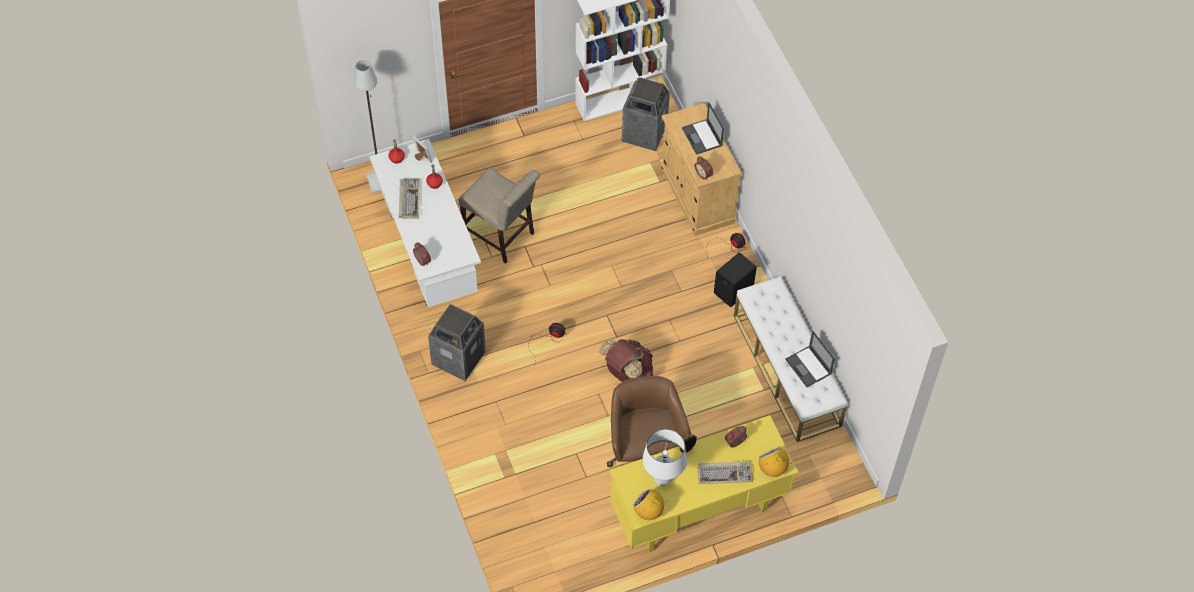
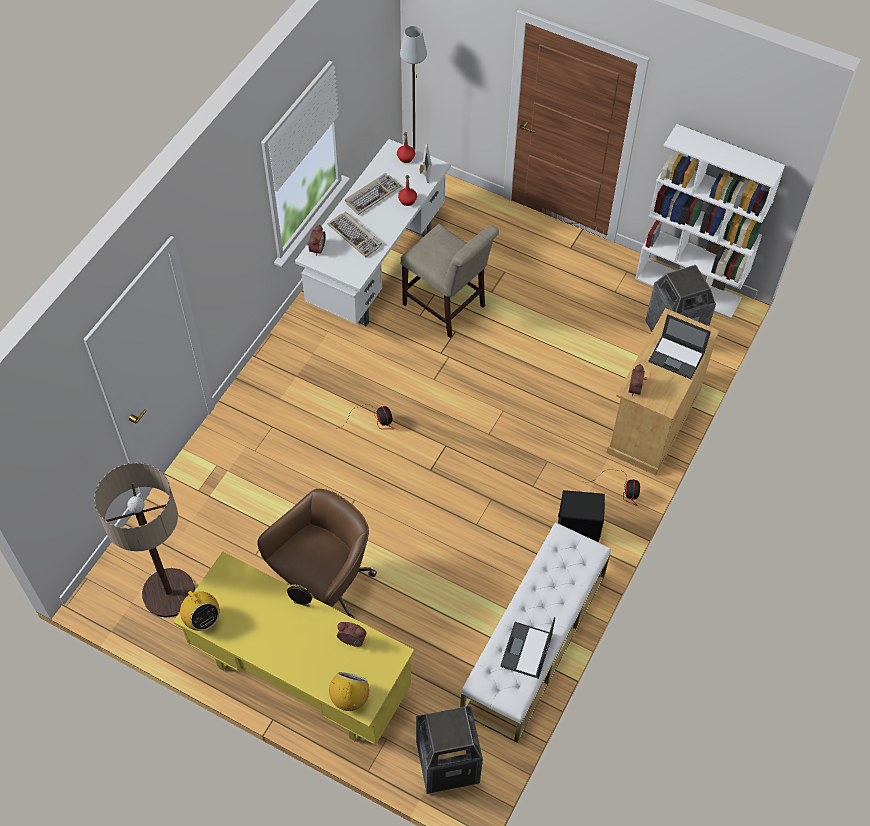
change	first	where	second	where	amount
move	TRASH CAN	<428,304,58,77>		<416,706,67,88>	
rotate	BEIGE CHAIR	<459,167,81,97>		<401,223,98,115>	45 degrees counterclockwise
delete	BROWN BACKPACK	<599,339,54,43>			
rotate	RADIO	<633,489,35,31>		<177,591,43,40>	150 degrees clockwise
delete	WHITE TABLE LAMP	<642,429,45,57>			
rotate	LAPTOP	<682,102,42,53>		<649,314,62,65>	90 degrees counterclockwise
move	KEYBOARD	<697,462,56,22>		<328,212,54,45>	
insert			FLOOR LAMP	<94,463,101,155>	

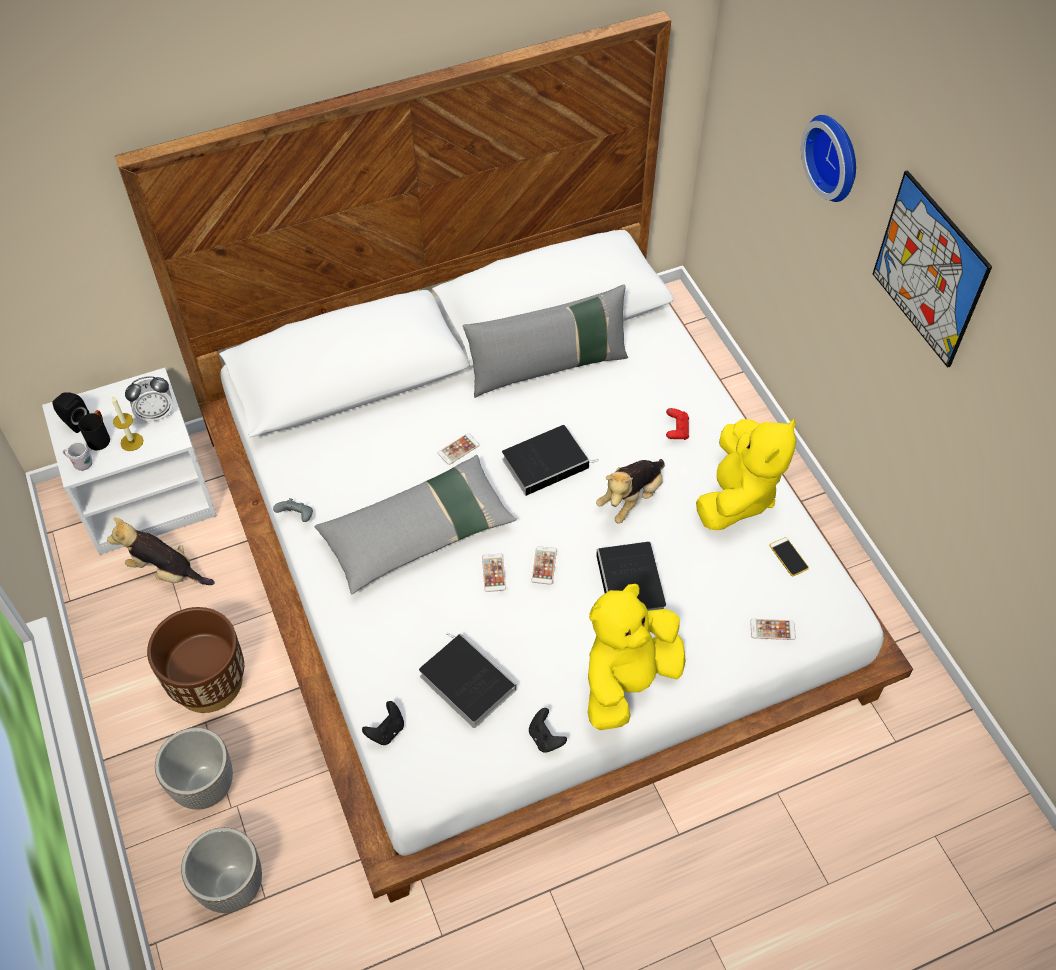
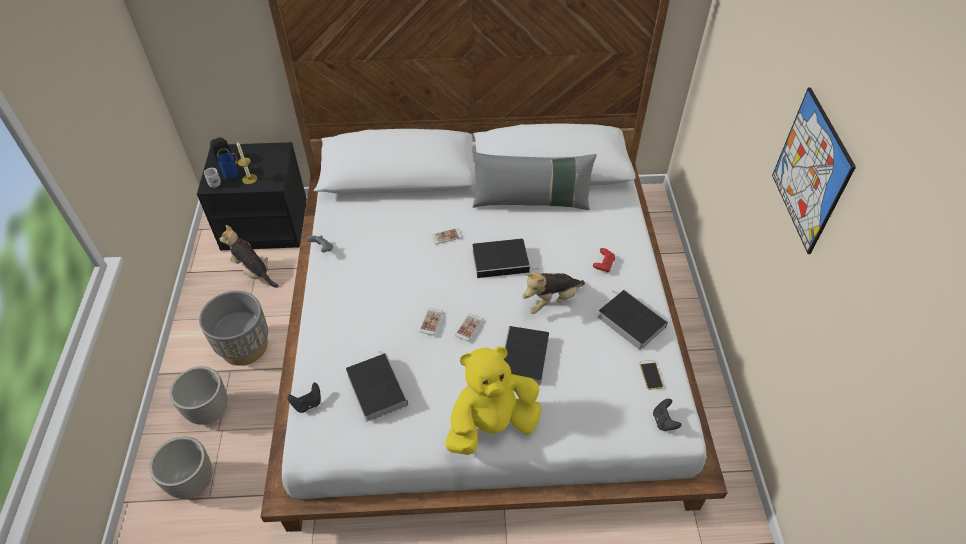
change	first	where	second	where	amount
recolor	WHITE NIGHTSTAND	<42,368,175,187>	BLACK NIGHTSTAND	<197,142,110,109>	
recolor	BLACK MUG	<78,410,32,40>	BLUE MUG	<217,153,22,26>	
delete	ALARM CLOCK	<125,376,48,47>			
recolor	BROWN PLANTER	<147,607,97,106>	GREY PLANTER	<199,291,69,75>	
delete	GREY PILLOW	<314,455,203,139>			
move	BLACK GAME CONTROLLER	<529,708,38,45>		<653,399,28,32>	
replace	YELLOW PLUSH TOY	<696,418,101,112>	BOOK	<598,290,70,60>	
delete	PHONE	<750,619,46,21>			
delete	WALL CLOCK	<801,115,55,87>			

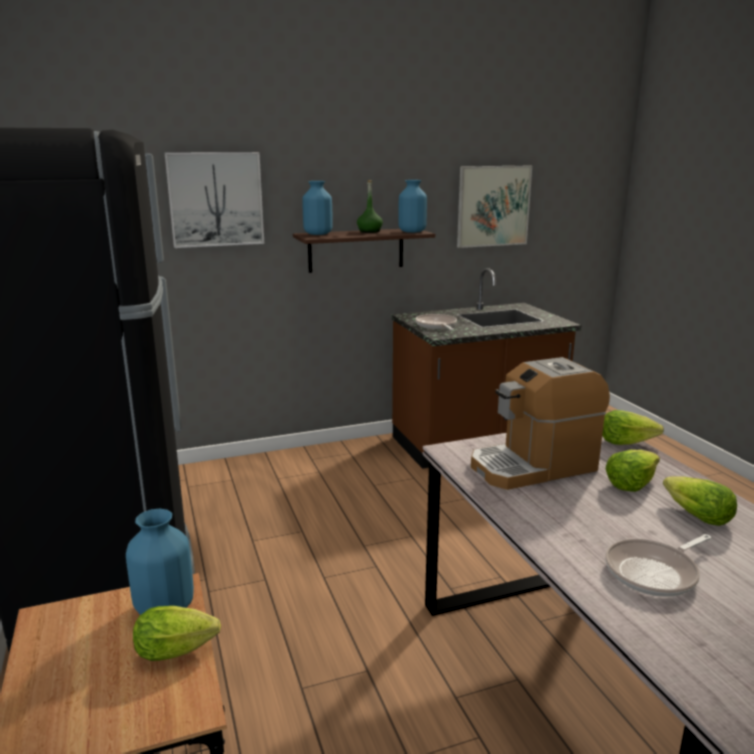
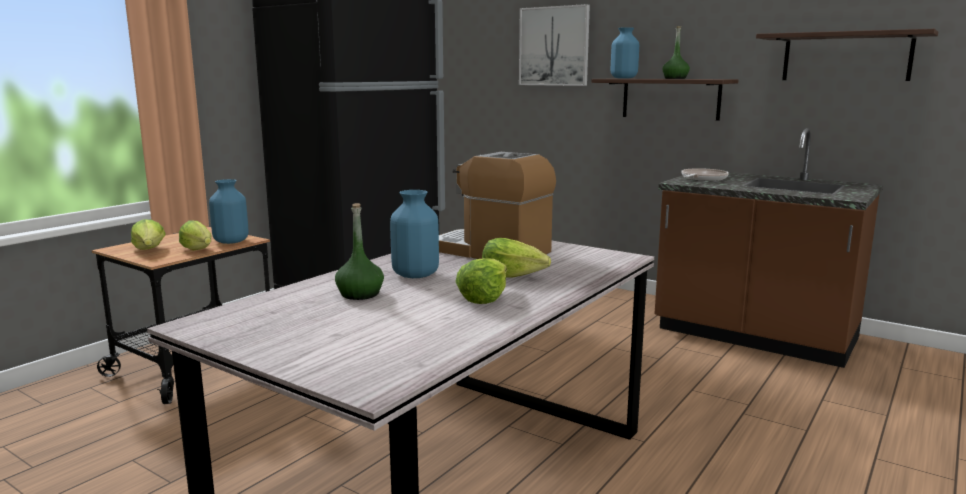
change	first	where	second	where	amount
move	BLUE VASE	<398,180,29,53>		<390,190,49,88>	
replace	PICTURE	<457,166,75,82>	SHELF	<756,29,182,52>	
move	LETTUCE	<602,410,62,35>		<131,219,35,31>	
replace	FRYING PAN	<605,534,106,63>	GREEN BOTTLE	<335,203,49,97>	

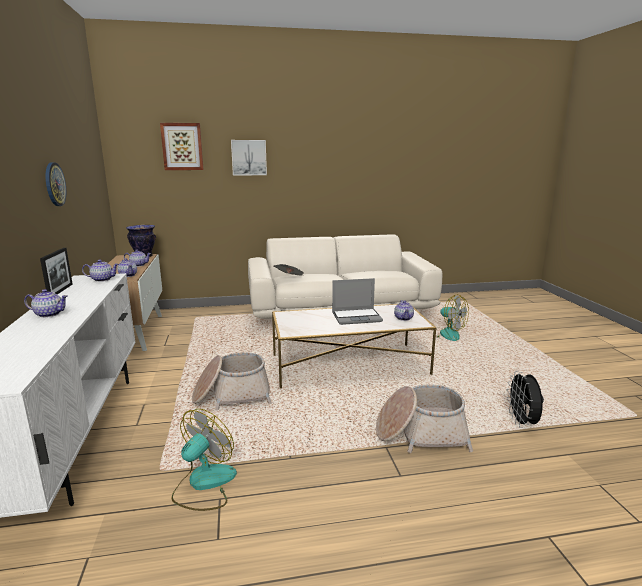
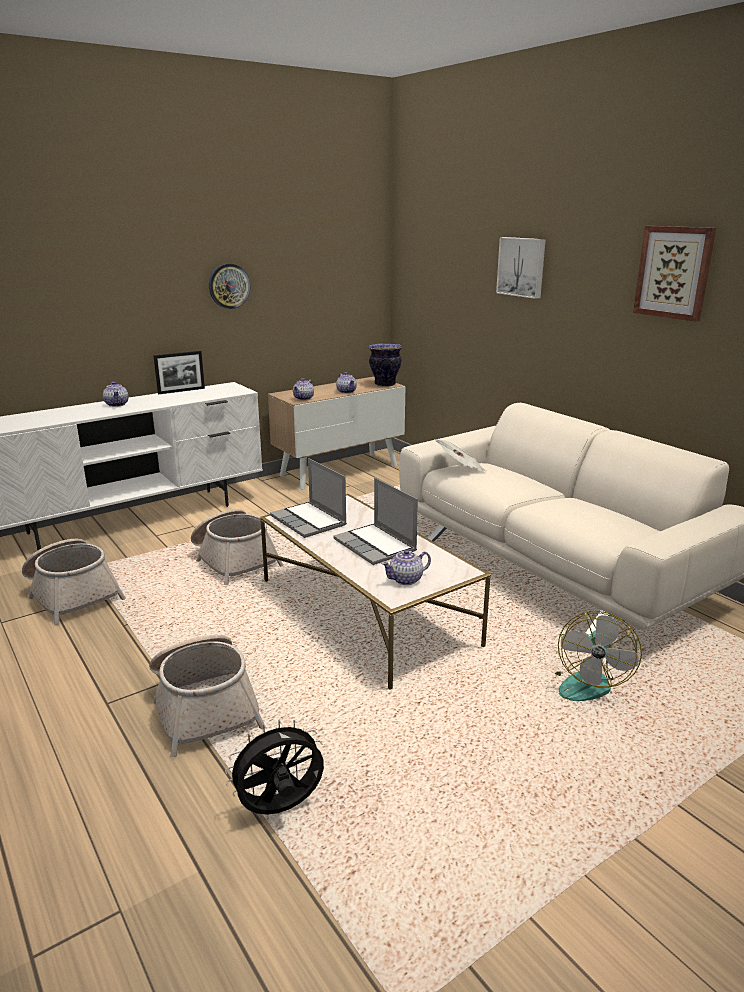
change	first	where	second	where	amount
delete	TEAPOT	<82,260,37,22>			
move	PICTURE	<160,123,43,47>		<633,226,83,96>	
replace	FAN	<171,409,66,102>	BASKET	<22,539,104,86>	
insert			LAPTOP	<270,458,77,80>	

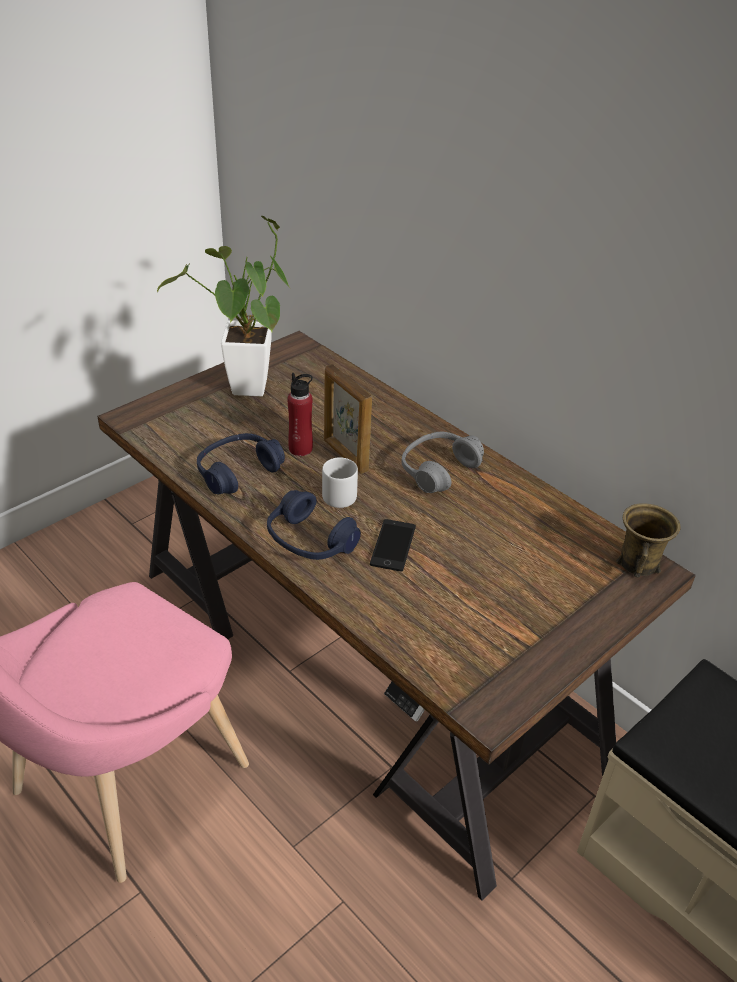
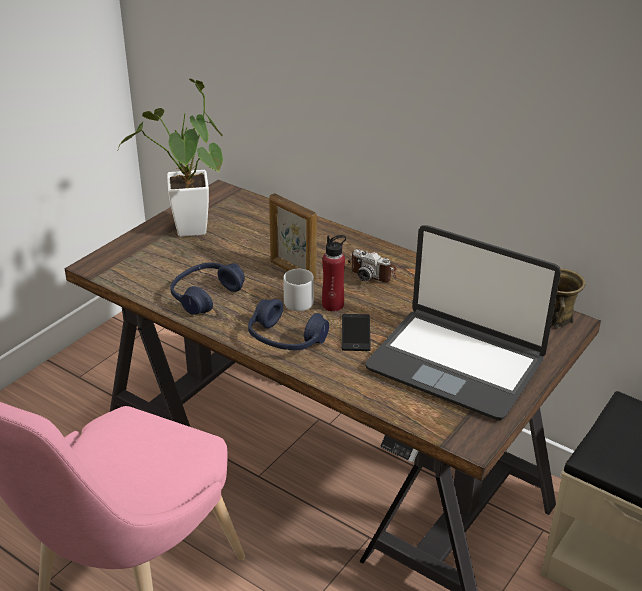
change	first	where	second	where	amount
move	RED BOTTLE	<287,373,26,83>		<322,235,24,76>	
replace	GREY HEADPHONES	<402,432,82,61>	PHOTO CAMERA	<348,249,49,33>	
insert			LAPTOP	<365,225,196,195>	

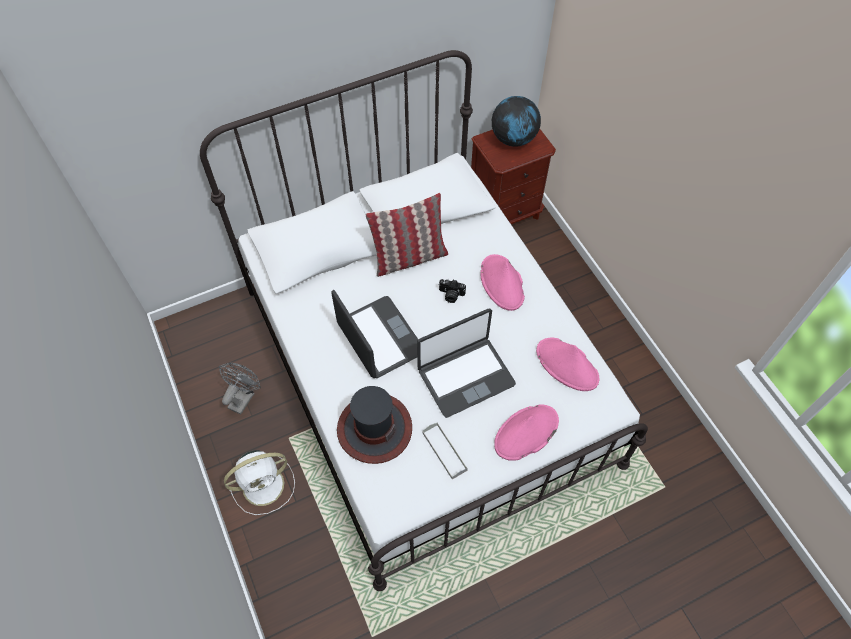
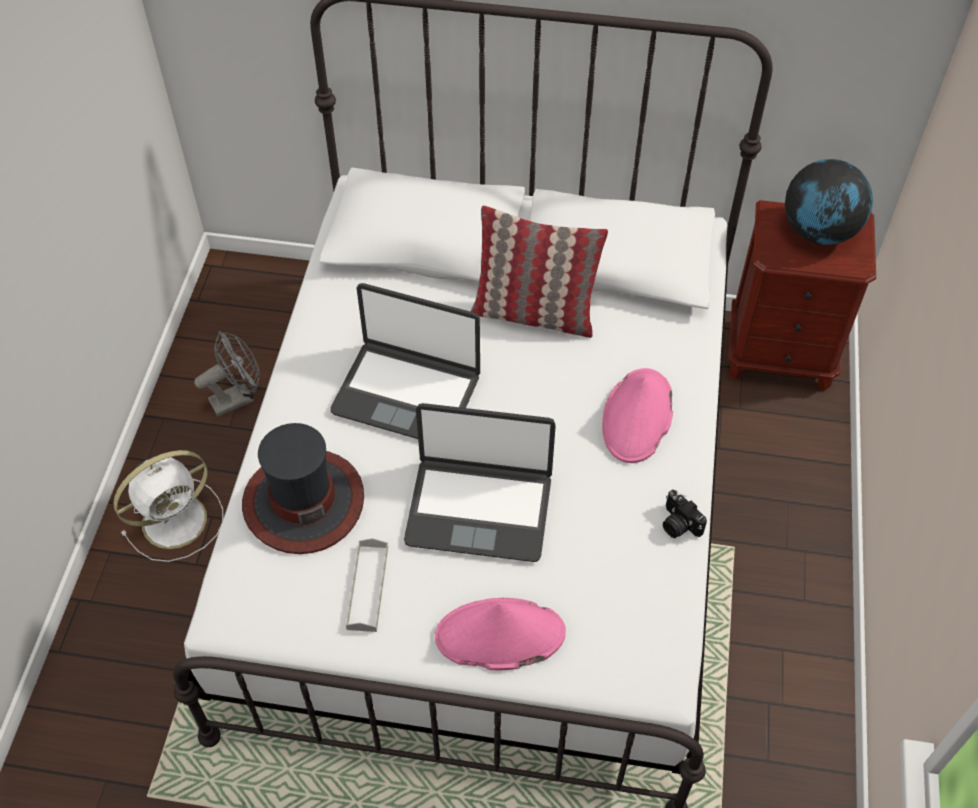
change	first	where	second	where	amount
rotate	WHITE FAN	<224,450,71,65>		<114,450,109,112>	45 degrees counterclockwise
rotate	LAPTOP	<331,290,87,88>		<330,283,150,156>	105 degrees clockwise
move	PHOTO CAMERA	<439,279,27,24>		<663,490,44,48>	
delete	PINK HAT	<536,337,63,54>			

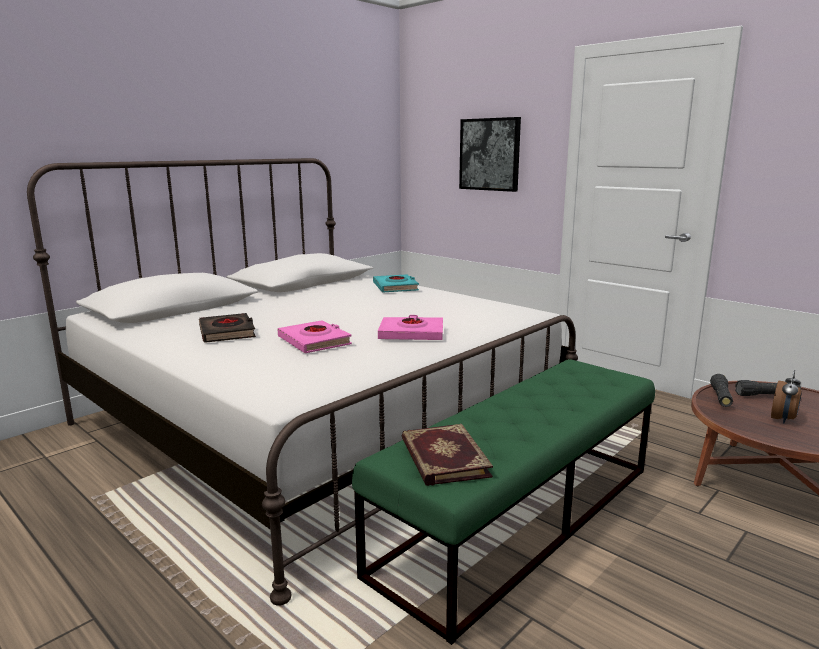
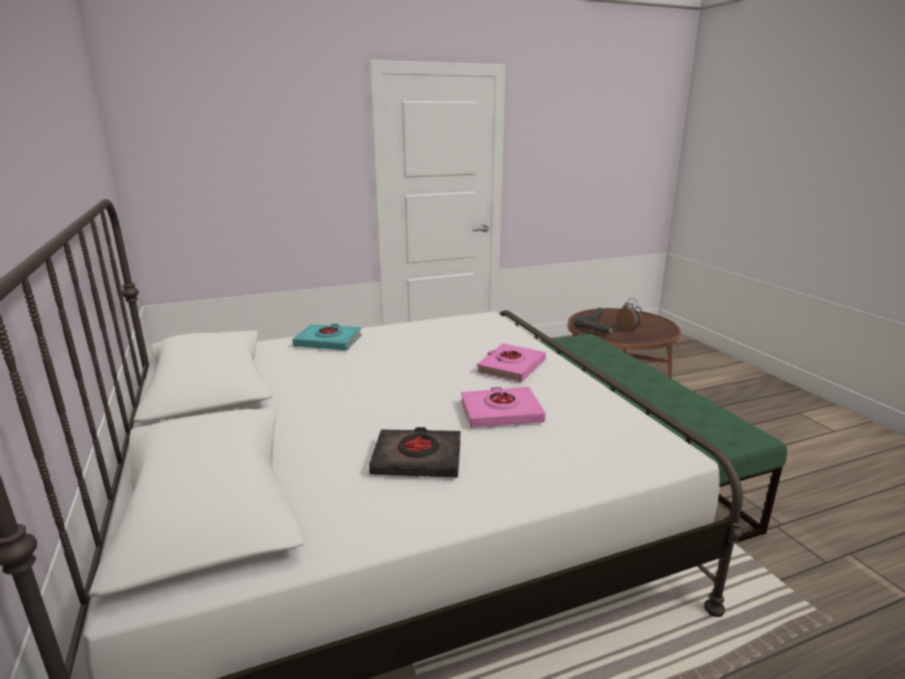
change	first	where	second	where	amount
delete	BOOK	<402,424,91,62>			
delete	PICTURE	<459,117,62,75>			

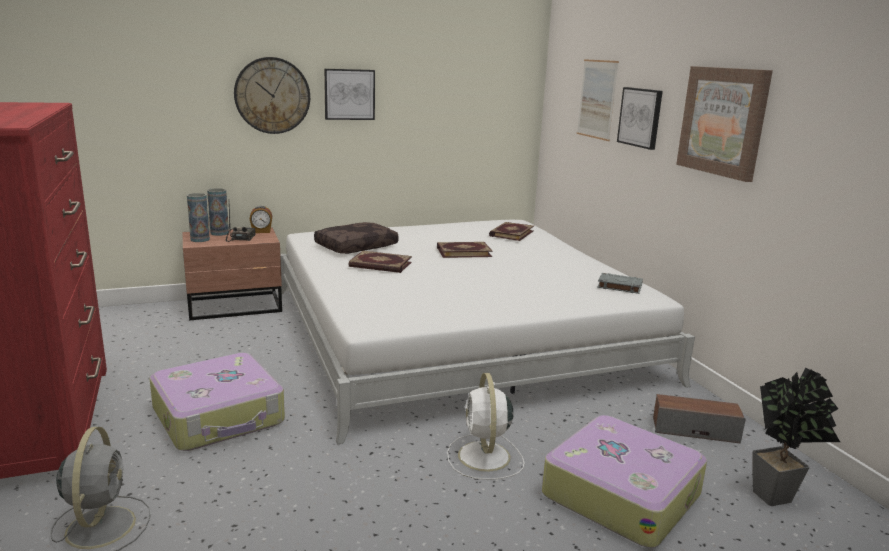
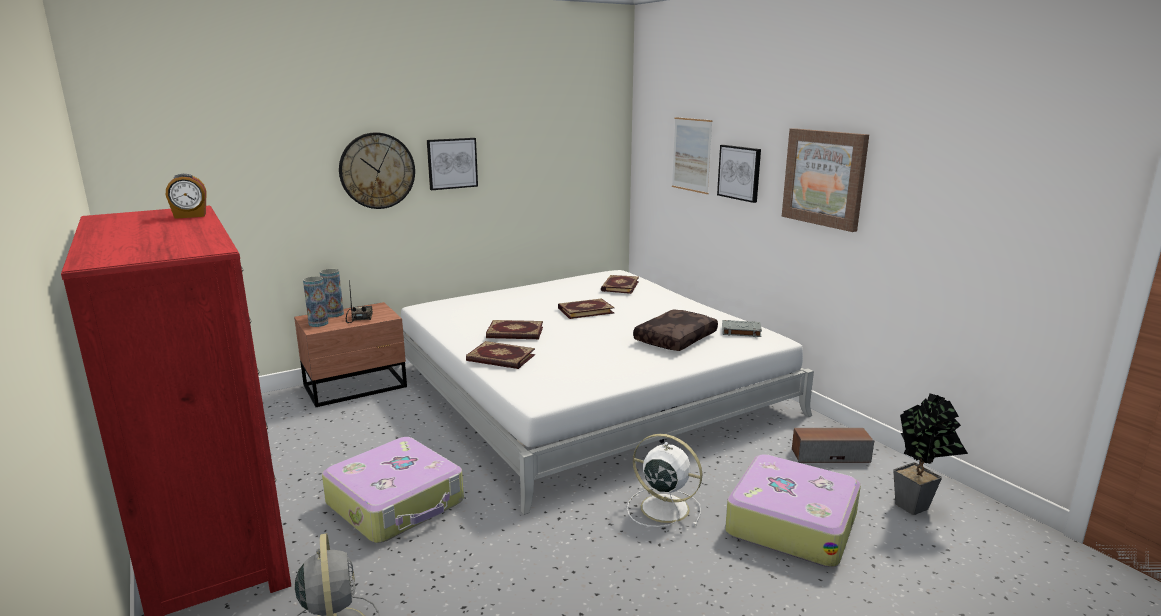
change	first	where	second	where	amount
move	ALARM CLOCK	<250,206,22,27>		<166,174,41,45>	
move	BROWN PILLOW	<314,222,85,32>		<633,309,85,42>	
rotate	WHITE FAN	<447,373,78,107>		<627,434,75,93>	135 degrees clockwise
insert			BOOK	<466,341,69,28>	

